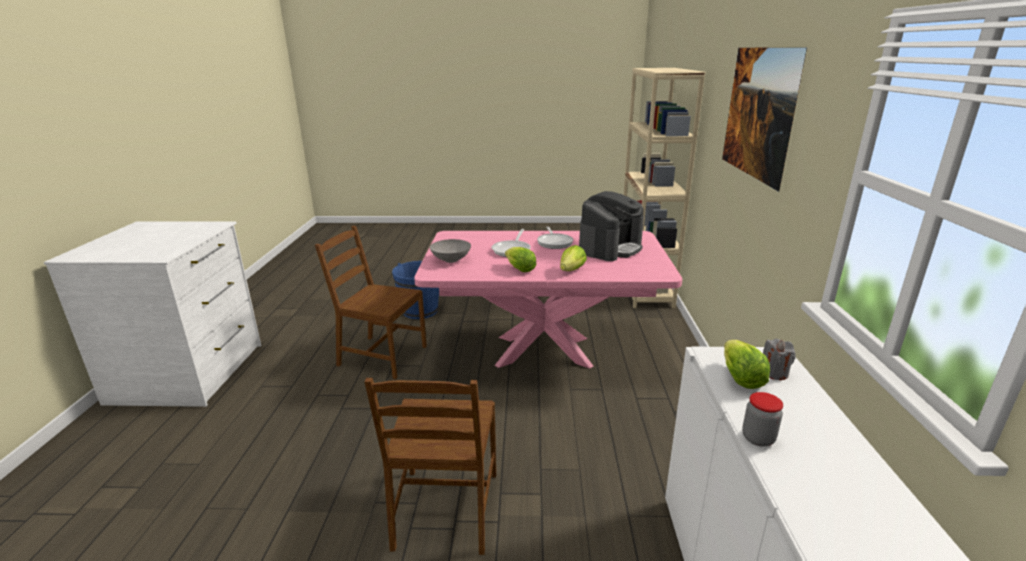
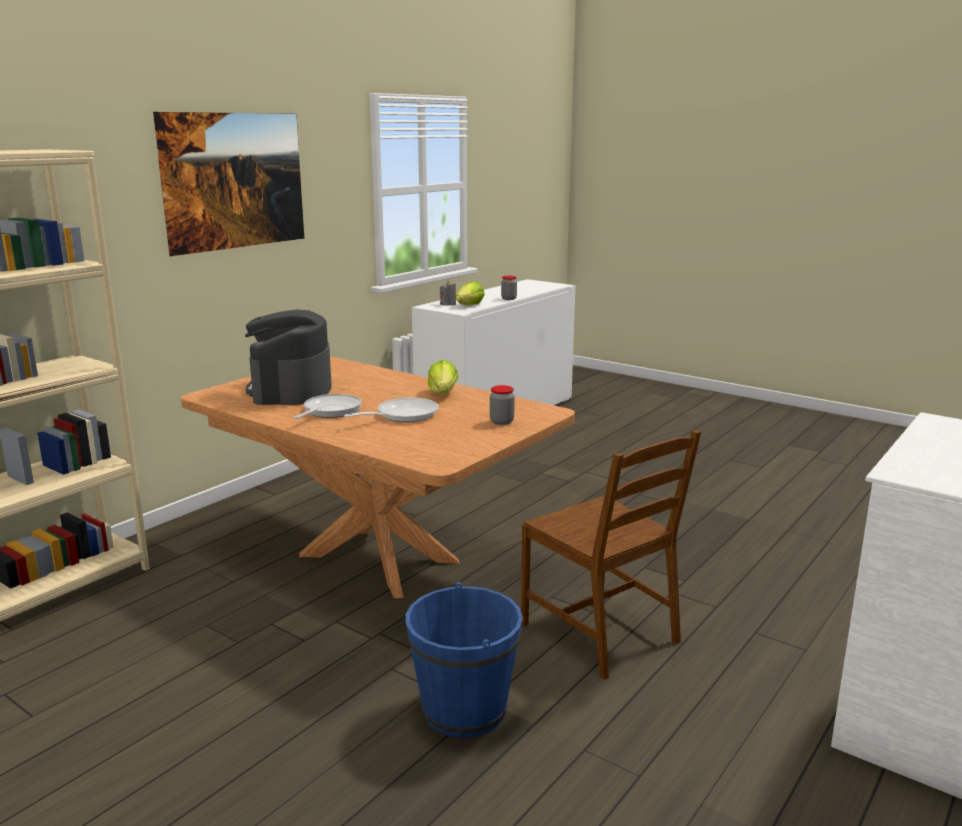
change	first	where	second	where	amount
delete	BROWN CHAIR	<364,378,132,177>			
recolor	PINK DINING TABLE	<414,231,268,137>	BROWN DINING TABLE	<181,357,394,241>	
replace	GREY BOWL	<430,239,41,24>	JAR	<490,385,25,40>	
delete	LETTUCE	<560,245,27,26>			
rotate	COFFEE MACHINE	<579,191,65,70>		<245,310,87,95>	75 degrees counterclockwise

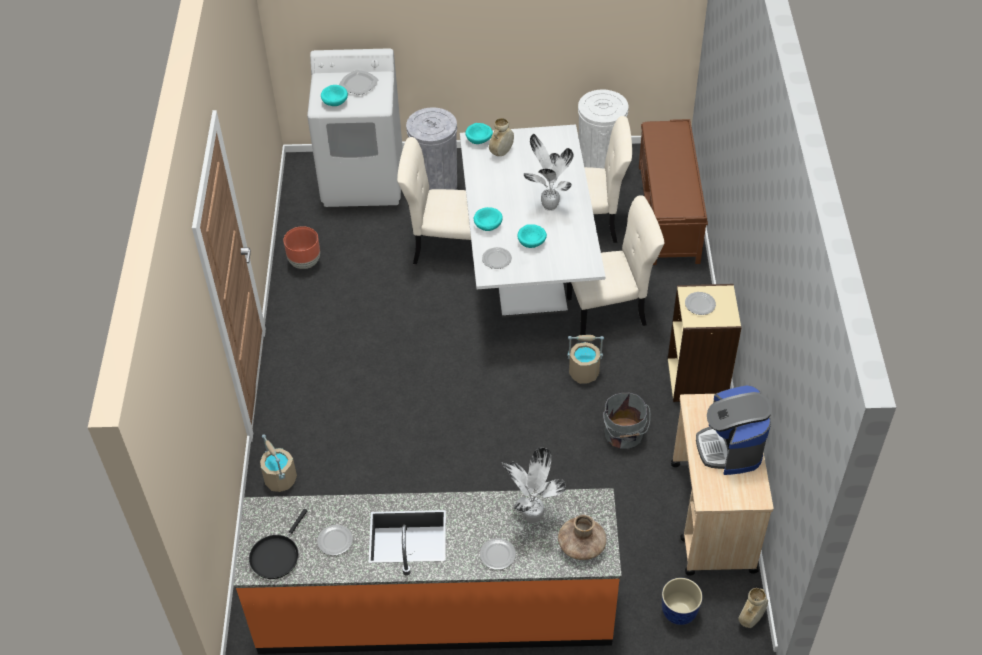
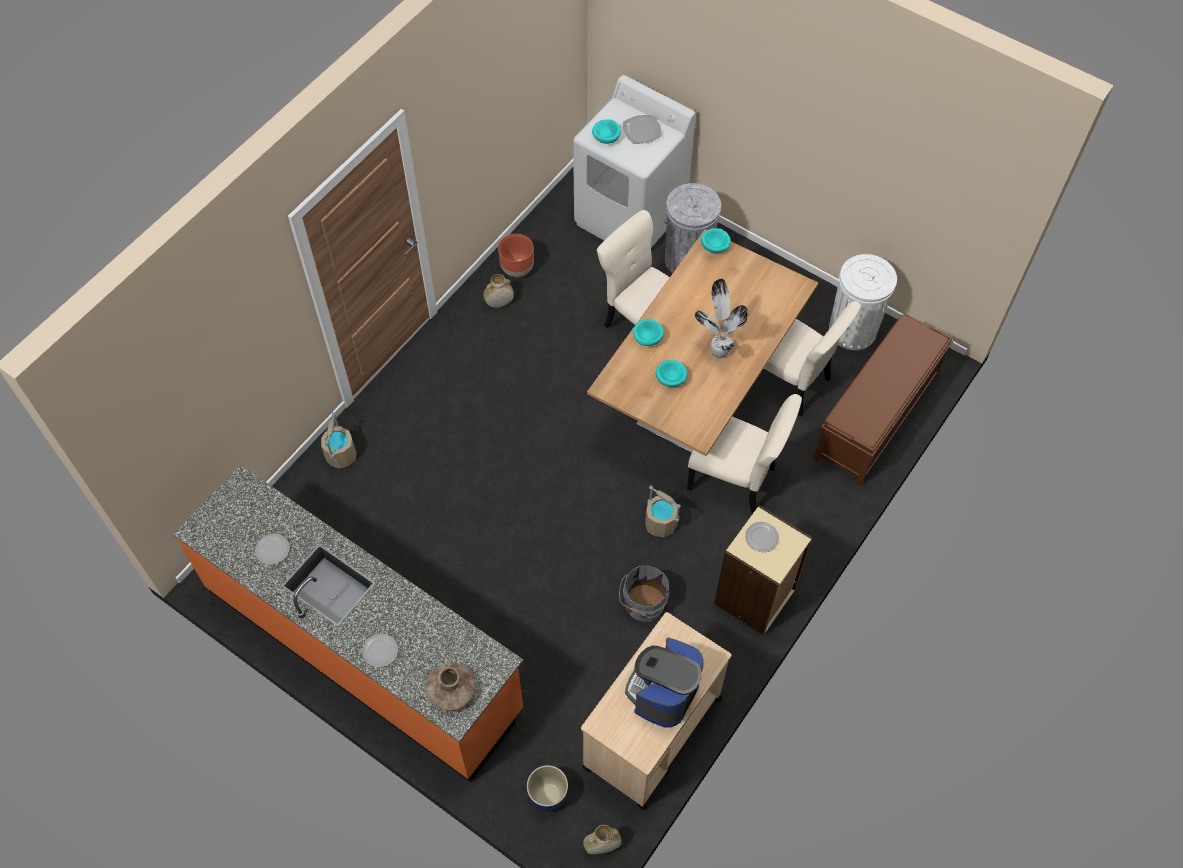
change	first	where	second	where	amount
delete	BLACK FRYING PAN	<249,509,58,70>			
recolor	WHITE DINING TABLE	<460,124,146,194>	BROWN DINING TABLE	<587,229,231,227>	
delete	PLATE	<482,247,30,22>			
move	BEIGE VASE	<489,118,25,38>		<483,274,31,33>	
delete	POTTED PLANT	<502,448,64,76>			

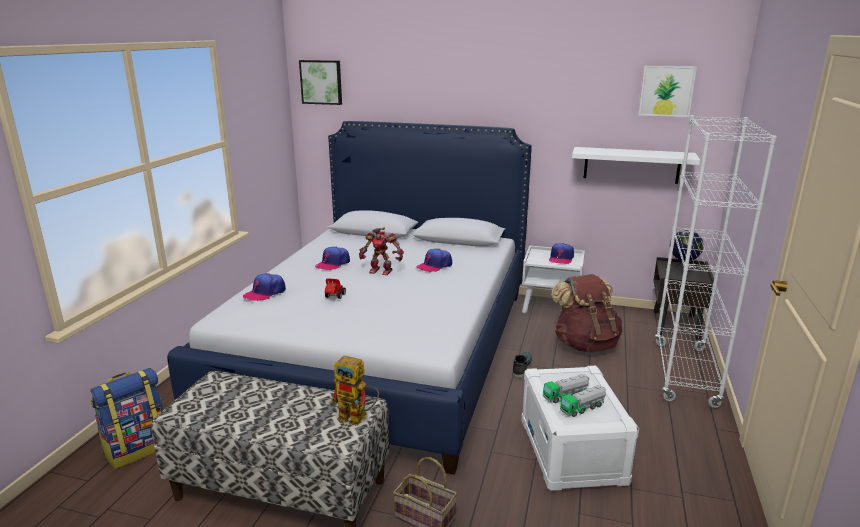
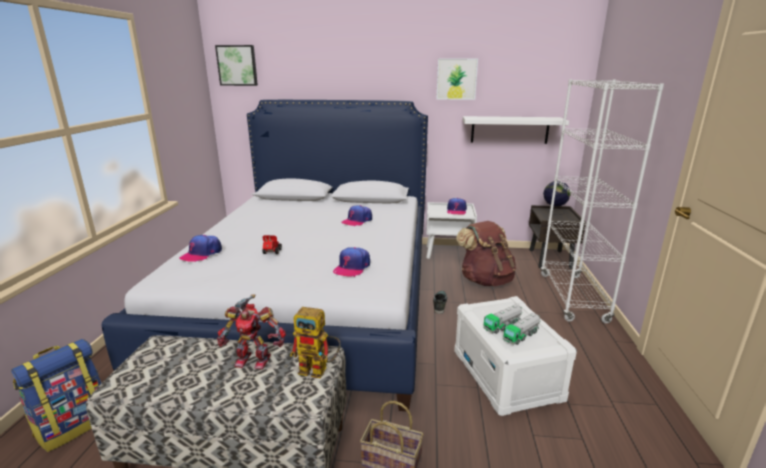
change	first	where	second	where	amount
move	CAP	<315,247,35,23>		<333,247,37,30>	
move	TOY ROBOT	<359,227,45,48>		<217,294,69,76>	
move	PICTURE	<639,66,58,51>		<436,58,42,42>	

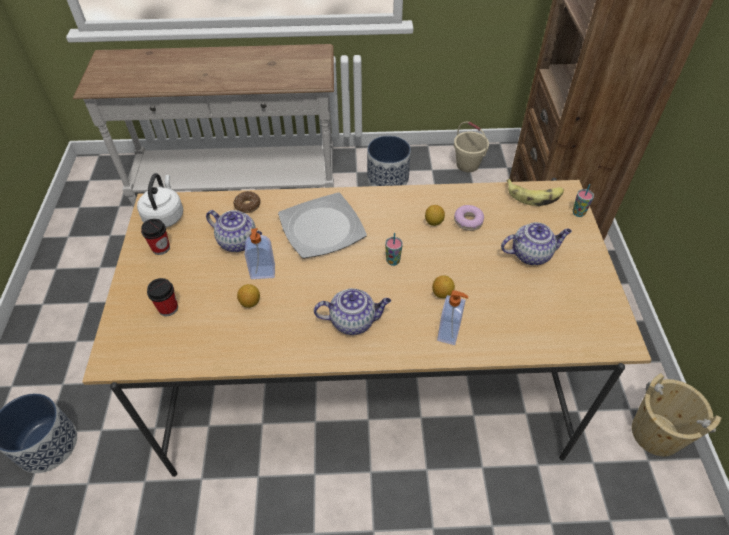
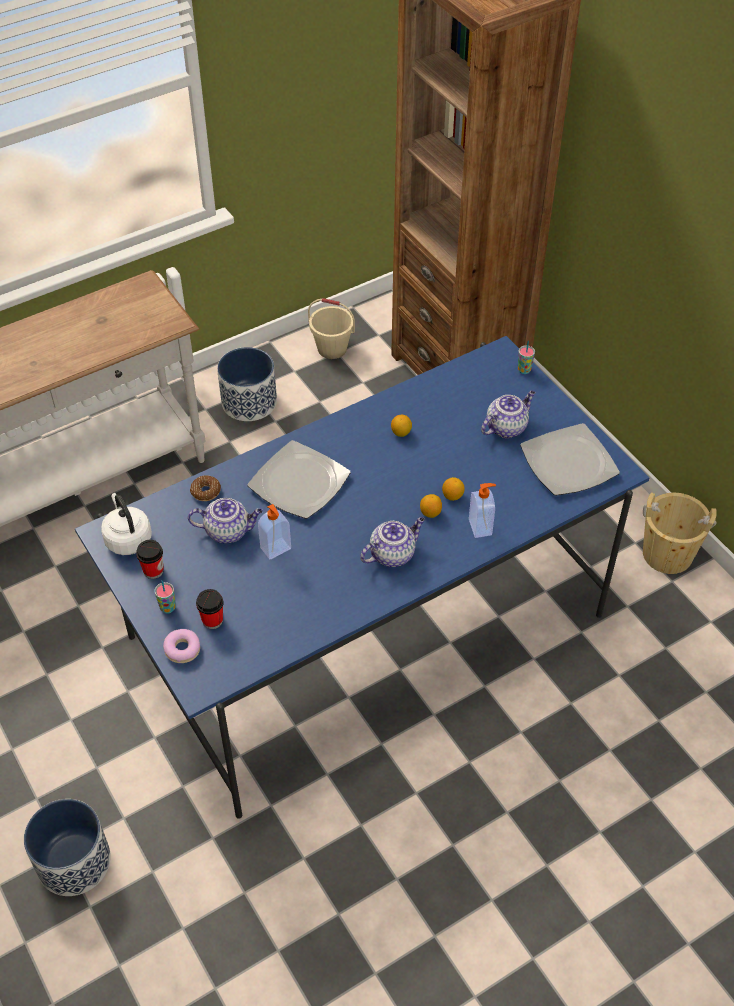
change	first	where	second	where	amount
recolor	BEIGE DINING TABLE	<82,178,570,299>	BLUE DINING TABLE	<75,336,575,483>	
move	LEMON	<237,284,23,24>		<420,494,22,24>	
move	CUP	<385,233,18,33>		<154,580,22,34>	
move	DONUT	<454,205,30,26>		<163,629,37,34>	
delete	BANANA	<506,179,58,27>			
insert			PLATE	<520,423,100,73>	

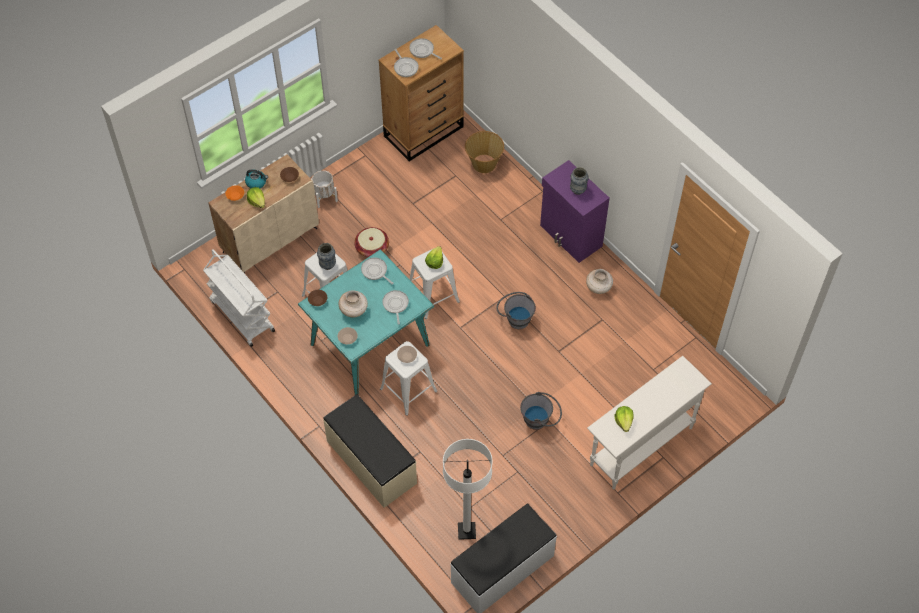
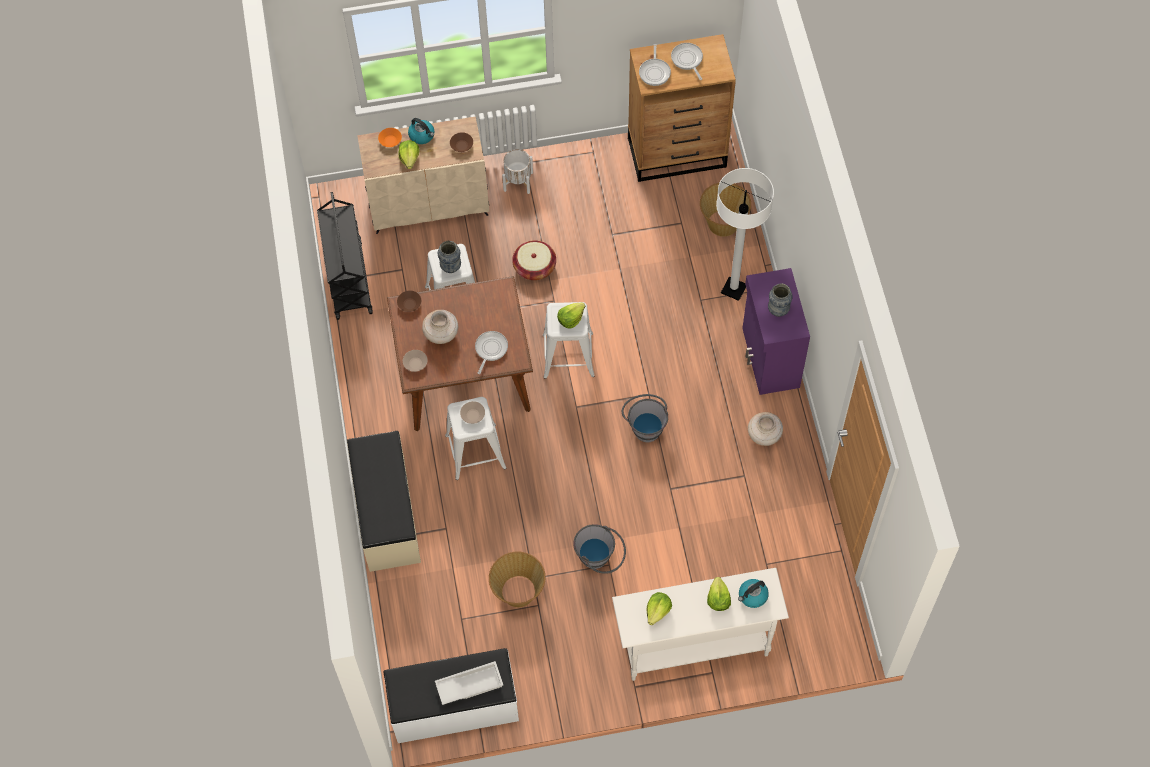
change	first	where	second	where	amount
recolor	WHITE CART	<203,250,72,97>	BLACK CART	<317,192,56,128>	
recolor	TURQUOISE DINING TABLE	<298,249,136,146>	BROWN DINING TABLE	<387,276,146,155>	
delete	FRYING PAN	<361,257,32,27>			
move	WHITE FLOOR LAMP	<443,439,50,101>		<716,168,58,133>	
insert			WHITE TRAY	<435,661,68,44>	
insert			BASKET	<489,551,56,56>	
insert			LETTUCE	<707,577,24,34>	
insert			KETTLE	<738,579,31,29>	

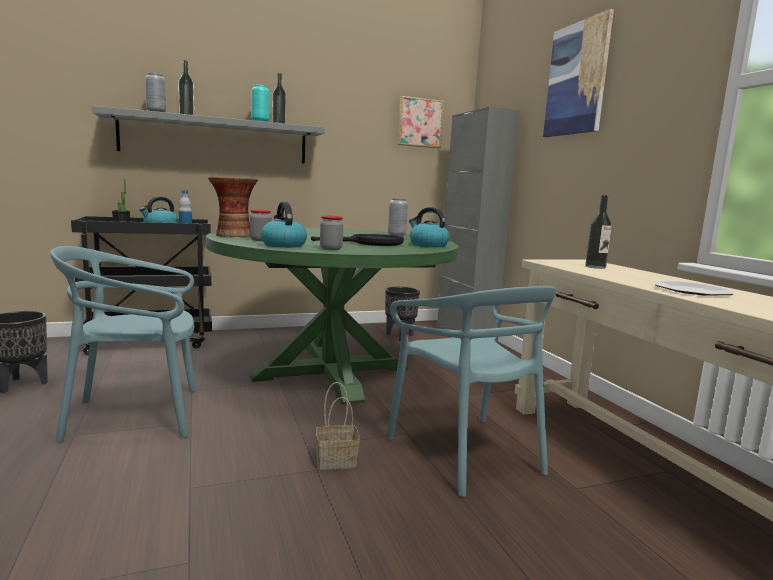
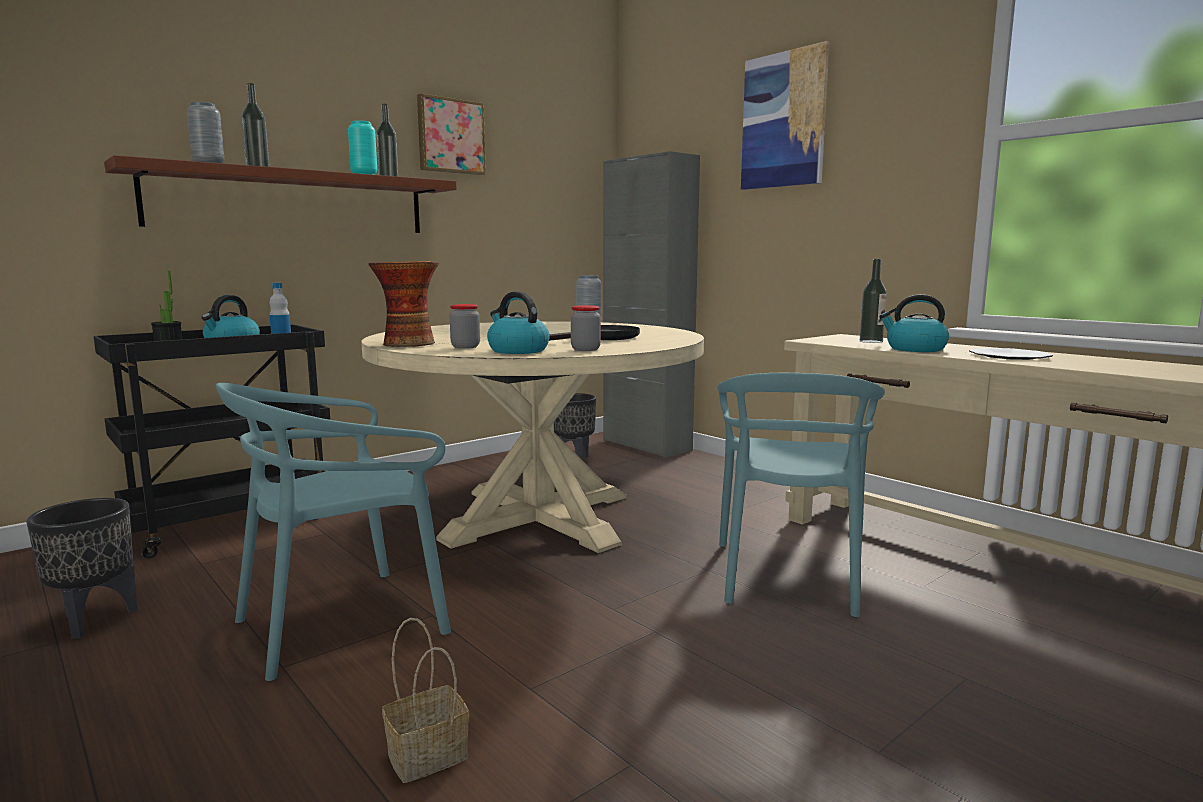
change	first	where	second	where	amount
recolor	GREY SHELF	<92,106,233,58>	BROWN SHELF	<104,155,353,78>	
recolor	GREEN DINING TABLE	<206,228,253,176>	BEIGE DINING TABLE	<361,321,343,232>	
move	BASKET	<316,382,44,88>		<382,618,87,165>	
rotate	TURQUOISE CHAIR	<387,286,169,211>		<717,373,168,244>	60 degrees clockwise
move	PICTURE	<397,96,47,52>		<417,93,69,82>	
move	KETTLE	<409,207,41,40>		<879,294,70,58>	

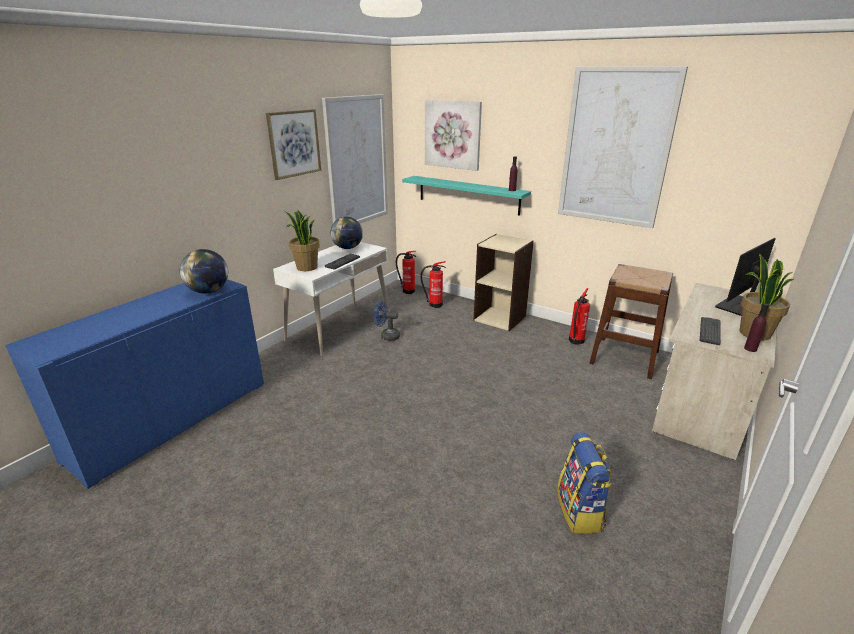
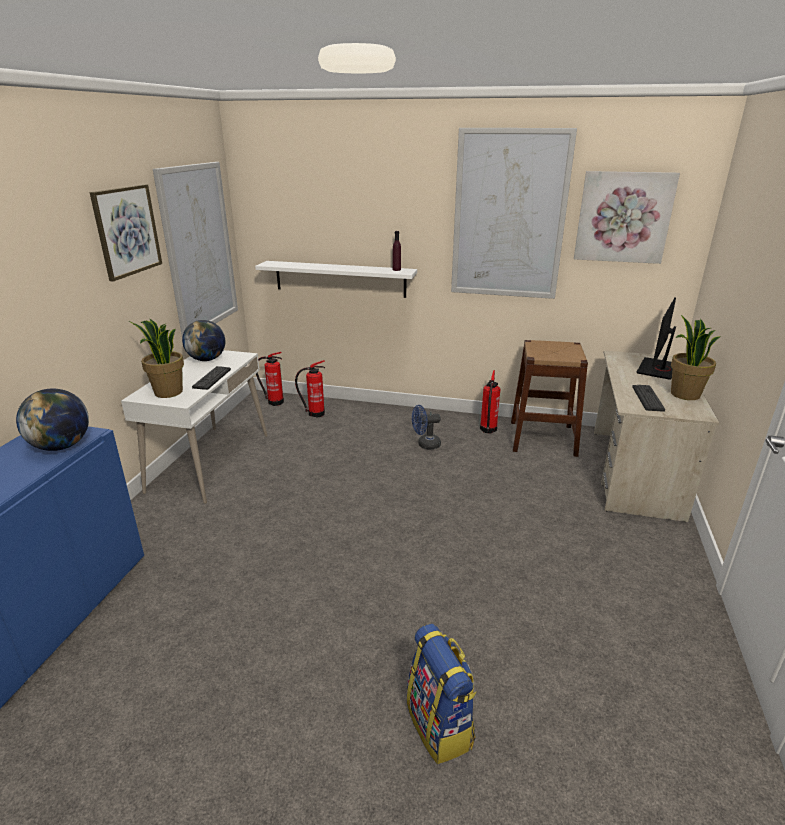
change	first	where	second	where	amount
move	BLUE FAN	<374,301,26,40>		<412,405,29,45>	
recolor	TURQUOISE SHELF	<402,176,129,40>	WHITE SHELF	<255,261,162,37>	
move	PICTURE	<425,100,57,71>		<574,171,106,93>	
delete	BEIGE BOOKCASE	<473,234,61,97>			
move	BACKPACK	<557,432,55,101>		<407,624,70,140>	
delete	PURPLE BOTTLE	<744,303,25,49>			

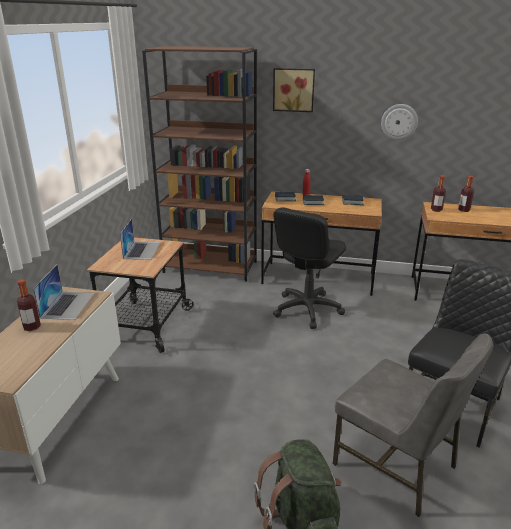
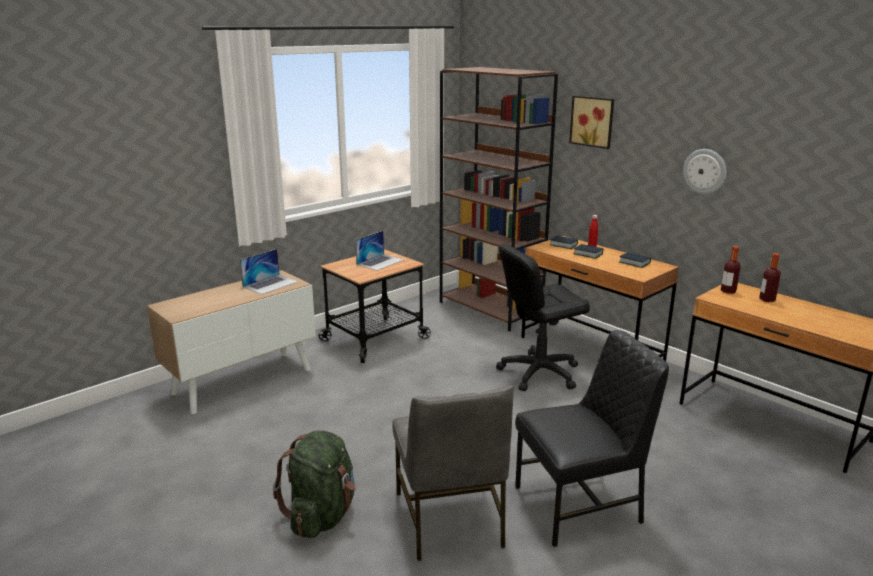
change	first	where	second	where	amount
delete	BOTTLE	<17,279,24,52>			

